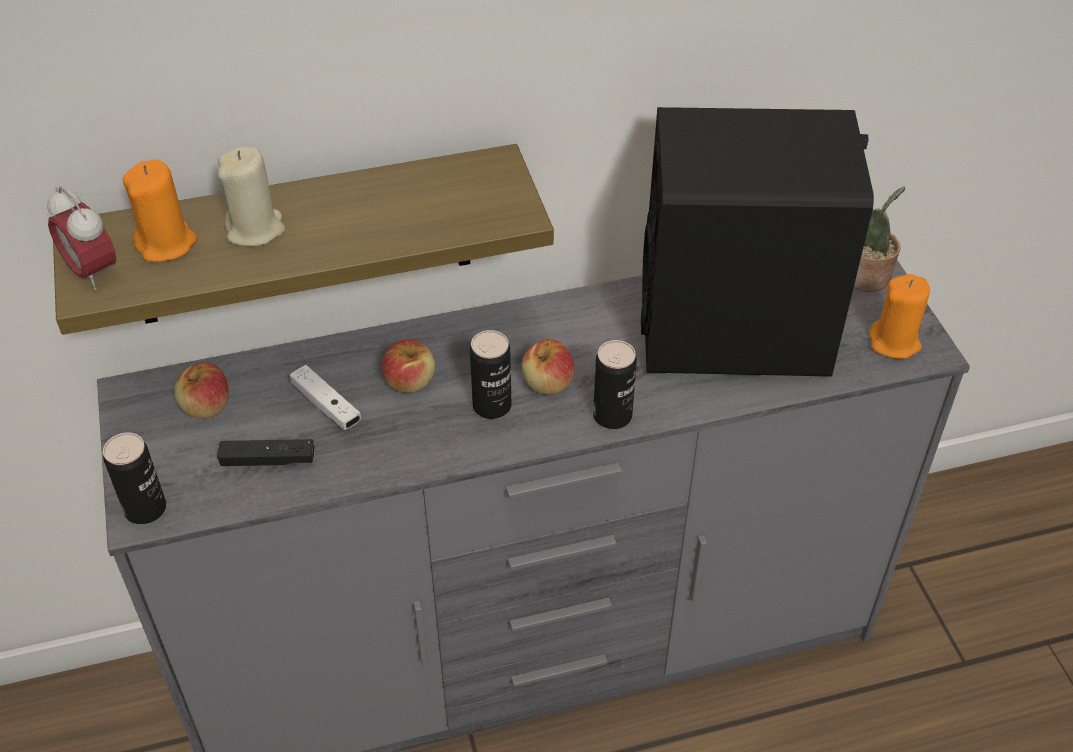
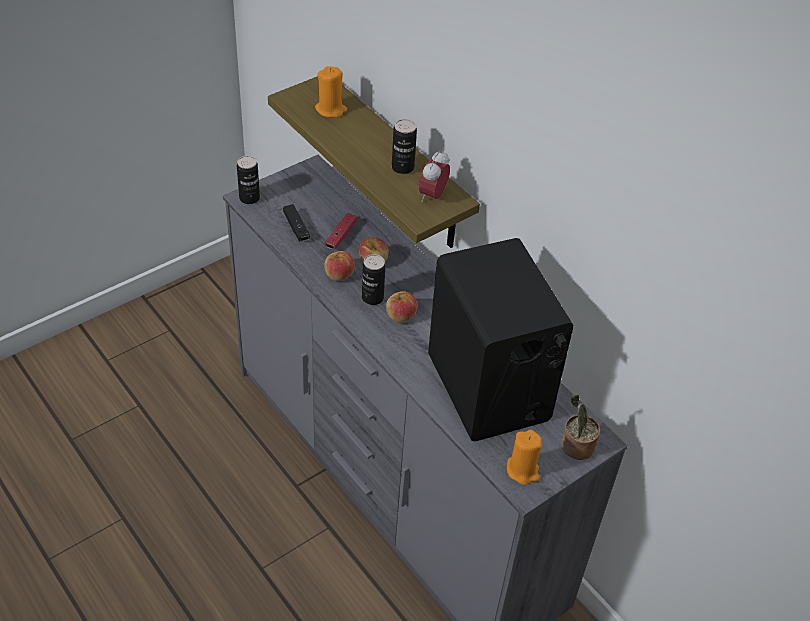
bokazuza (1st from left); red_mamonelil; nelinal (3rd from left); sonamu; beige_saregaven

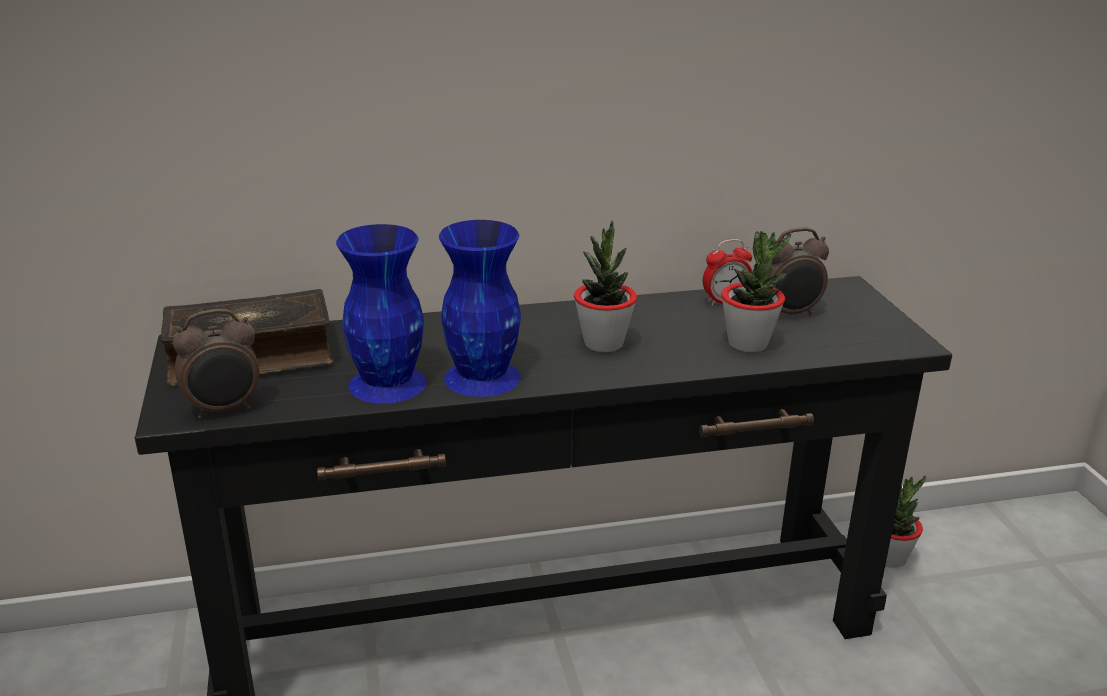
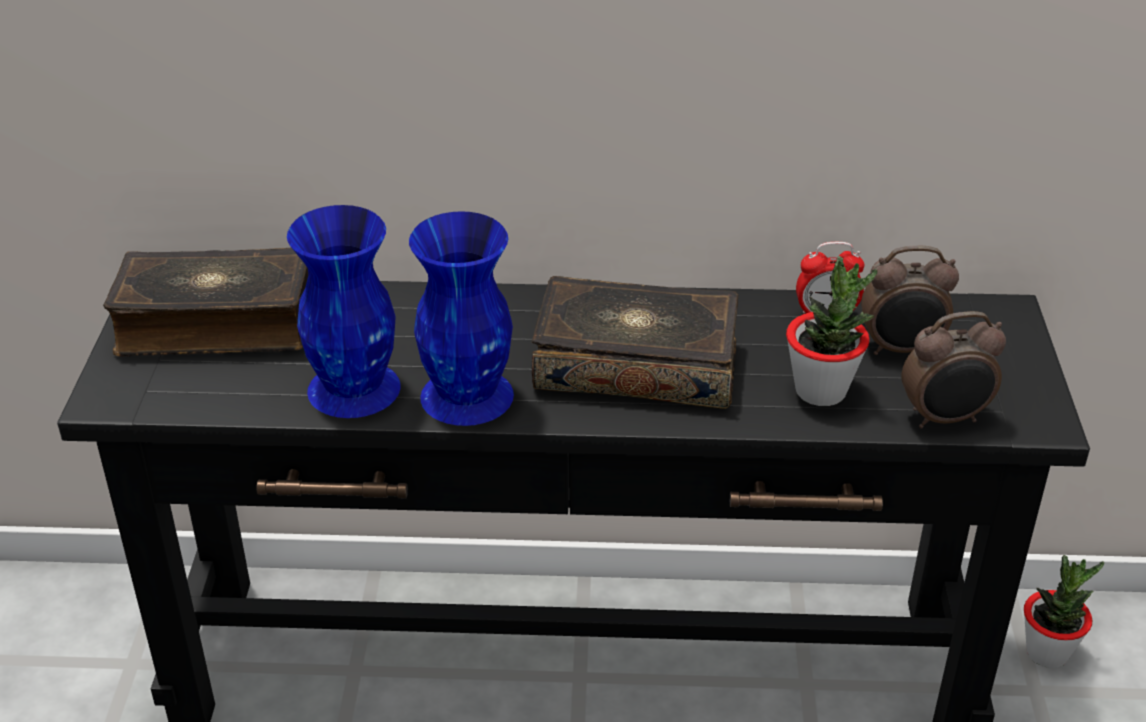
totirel (2nd from left); sonamu (3rd from left)

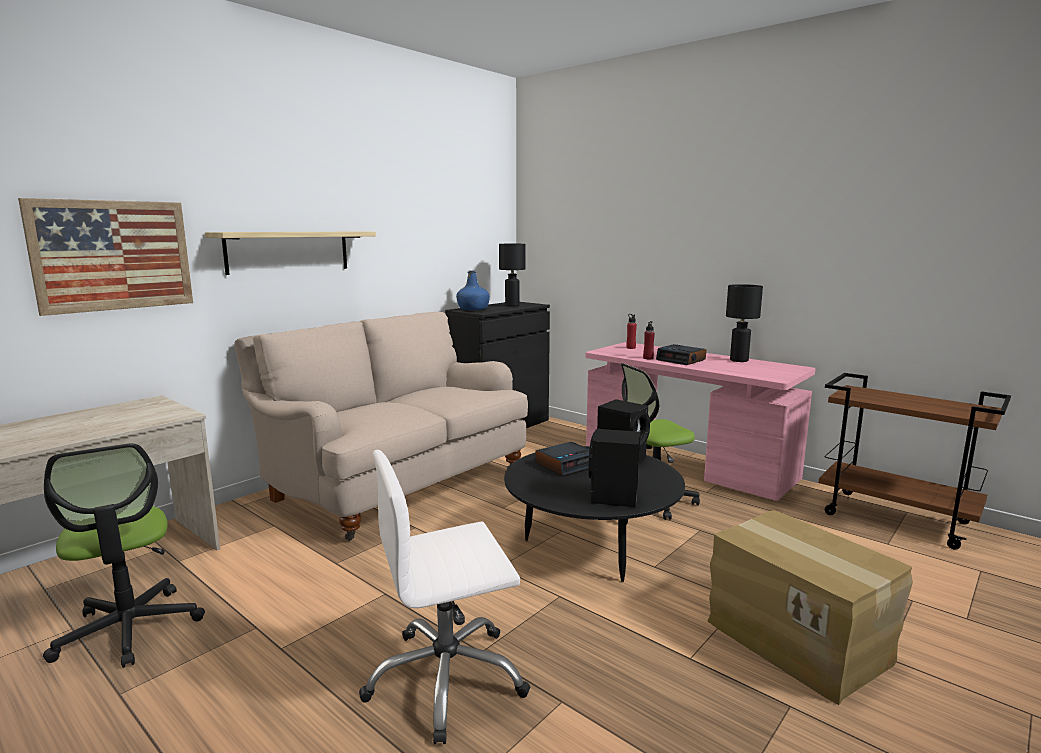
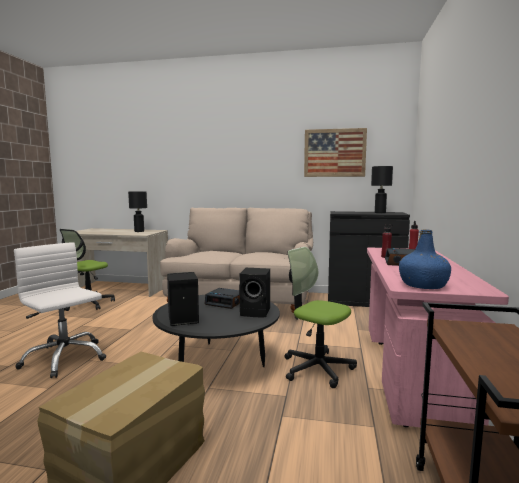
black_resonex (1st from left); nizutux; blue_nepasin; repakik

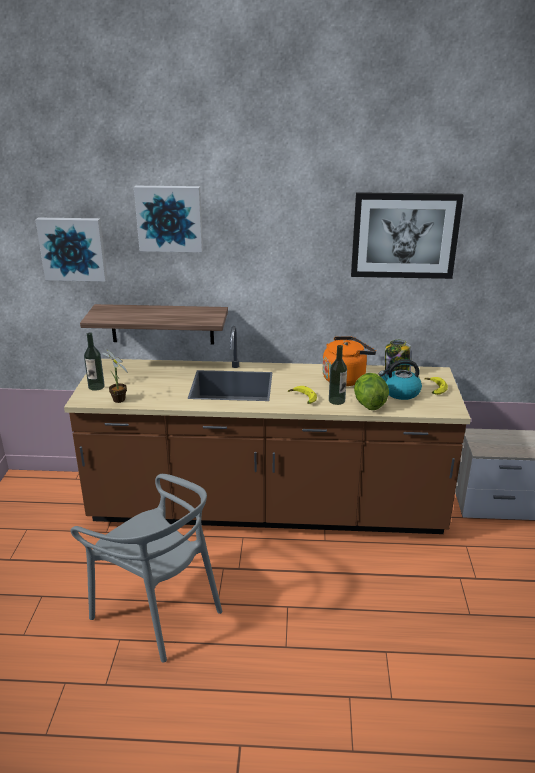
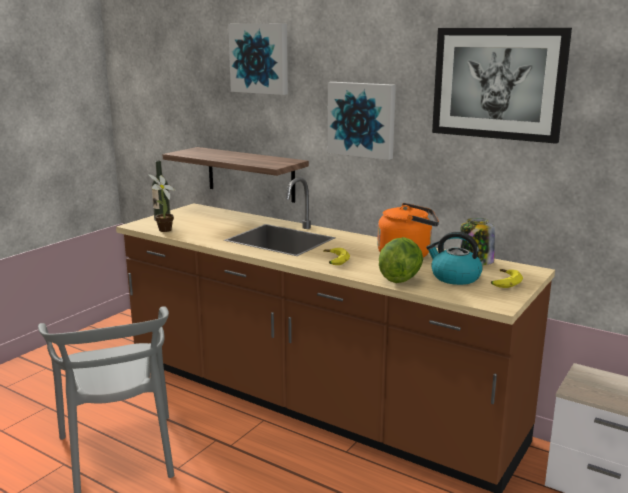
nizutux (2nd from left); nepasin (2nd from left in the first image)

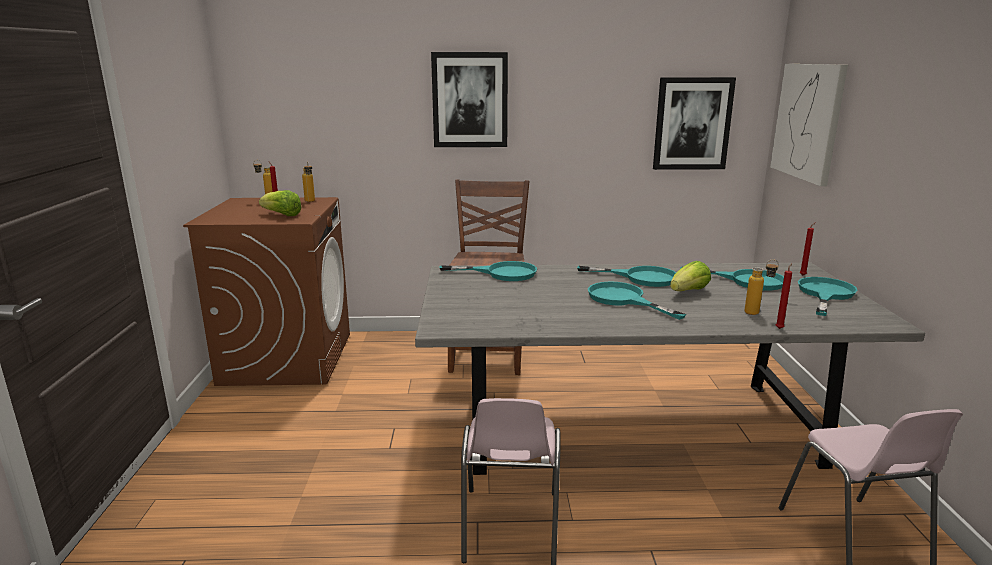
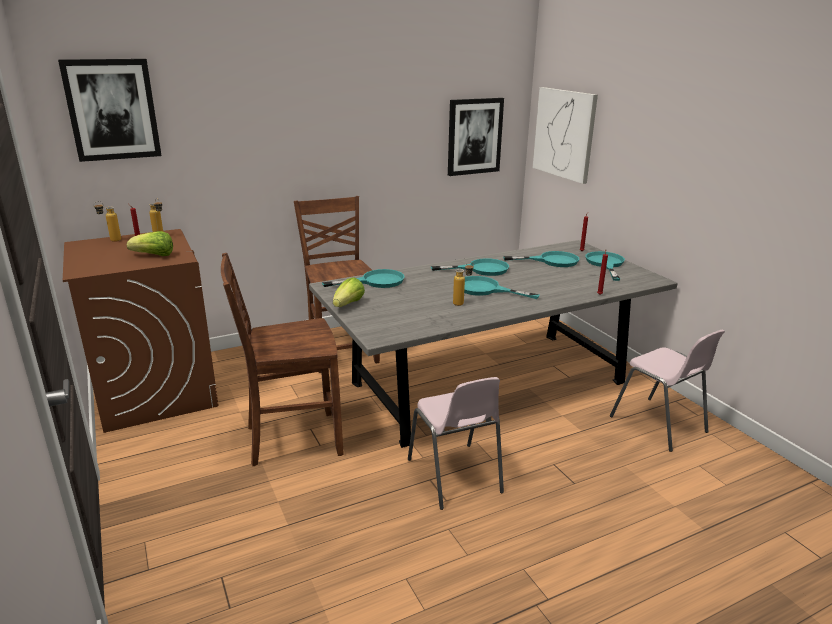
nizutux (1st from left); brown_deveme (1st from left); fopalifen (2nd from left); nepasin (3rd from left)

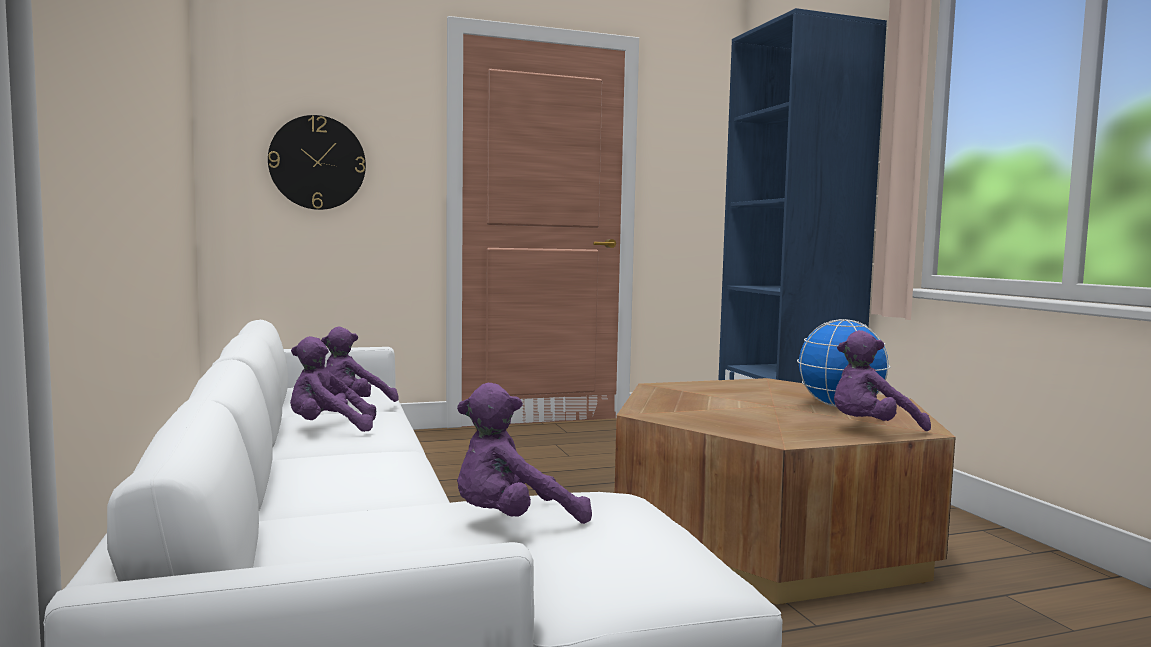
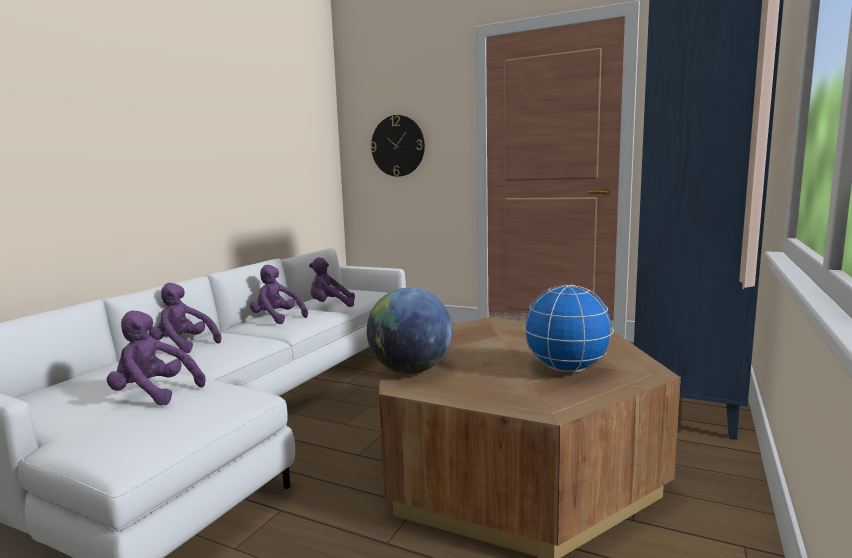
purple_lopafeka (2nd from left); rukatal (1st from left)

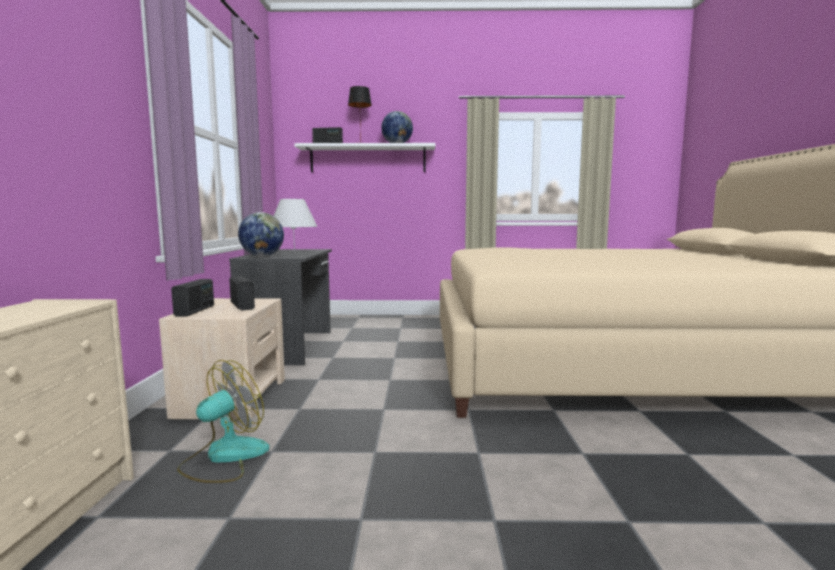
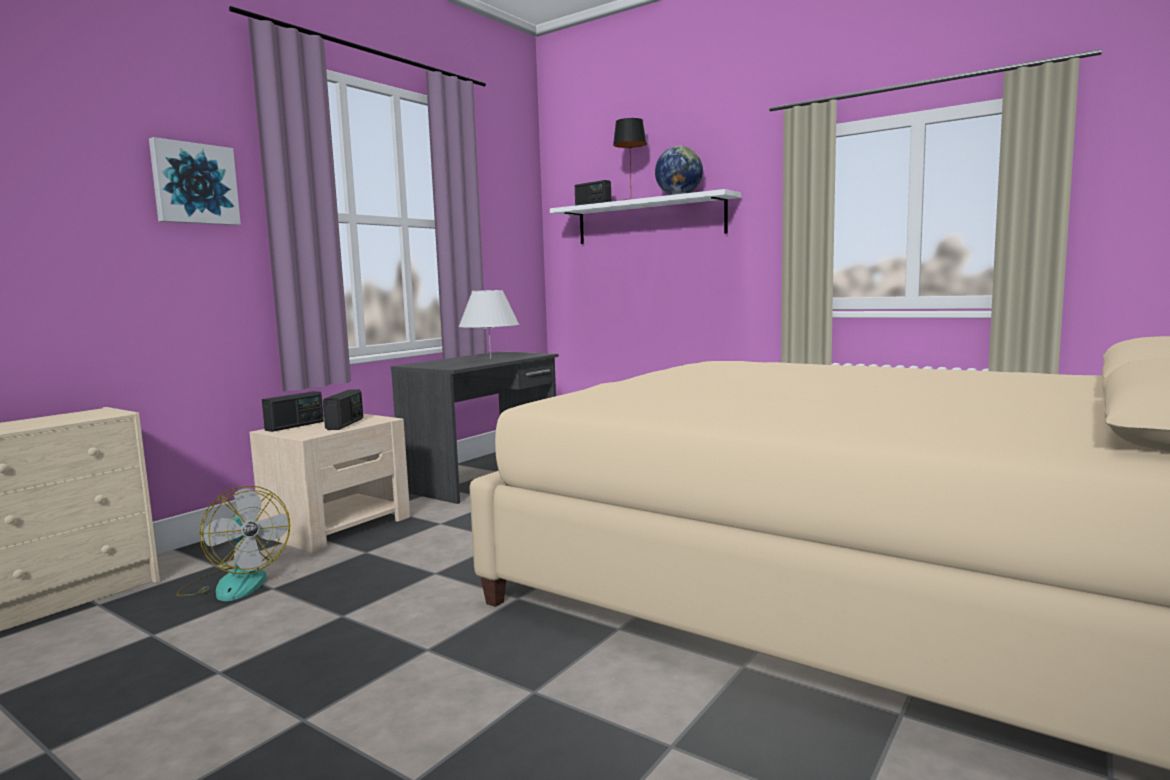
nizutux; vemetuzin; rukatal (1st from left in the first image)

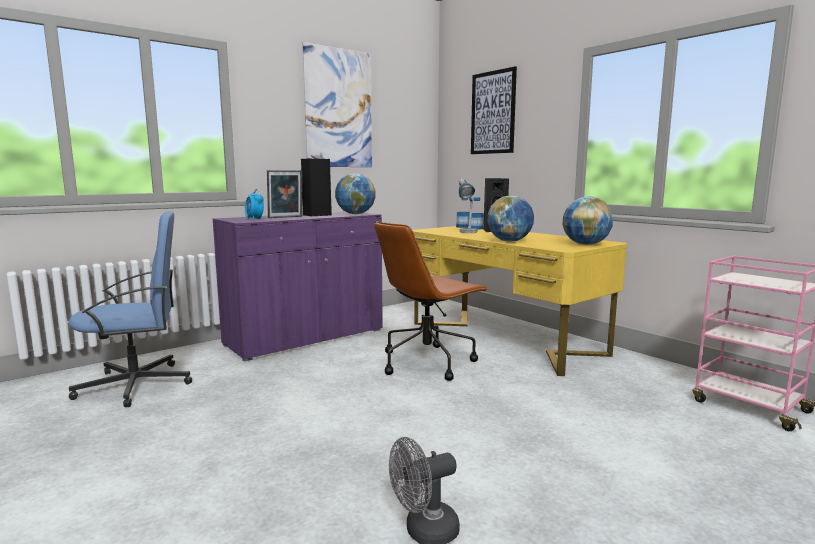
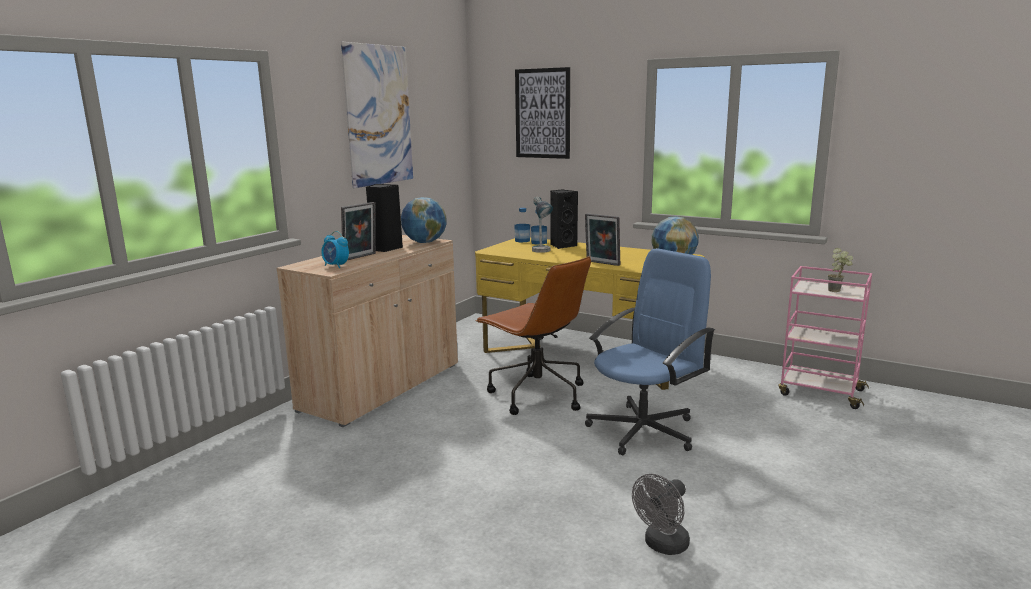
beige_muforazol; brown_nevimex; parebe (2nd from left); blue_nevimex; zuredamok

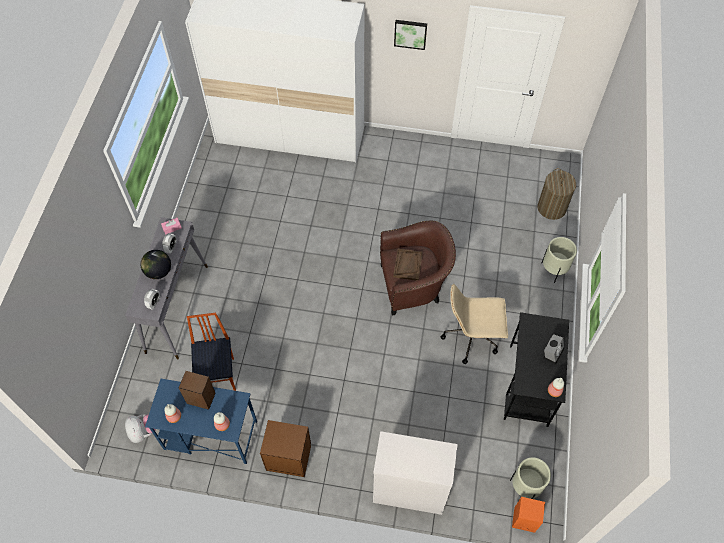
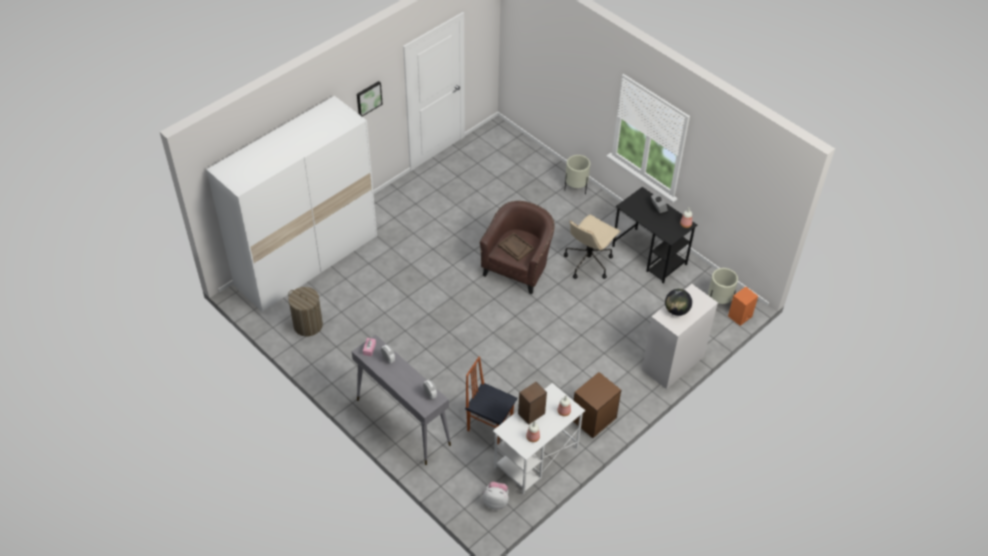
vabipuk; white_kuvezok; rukatal

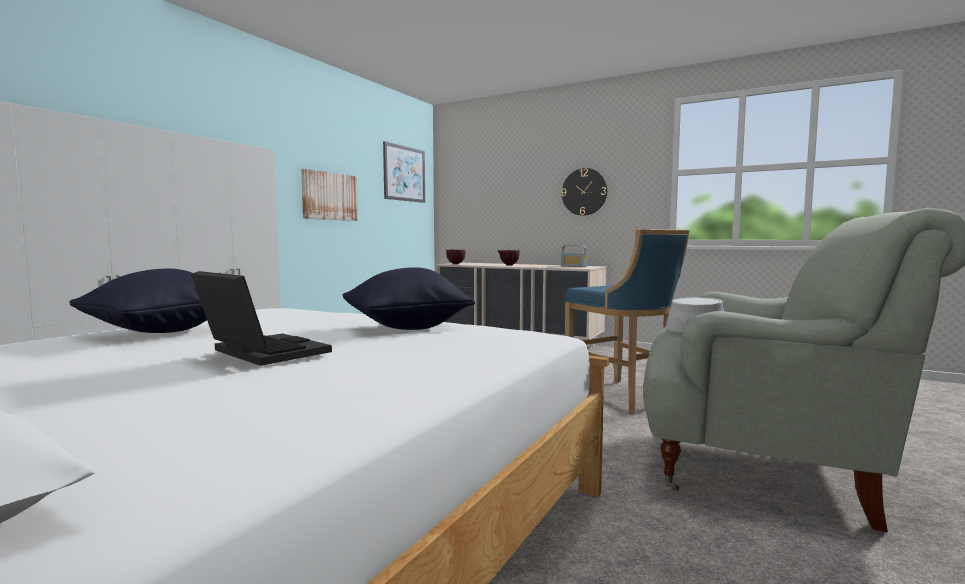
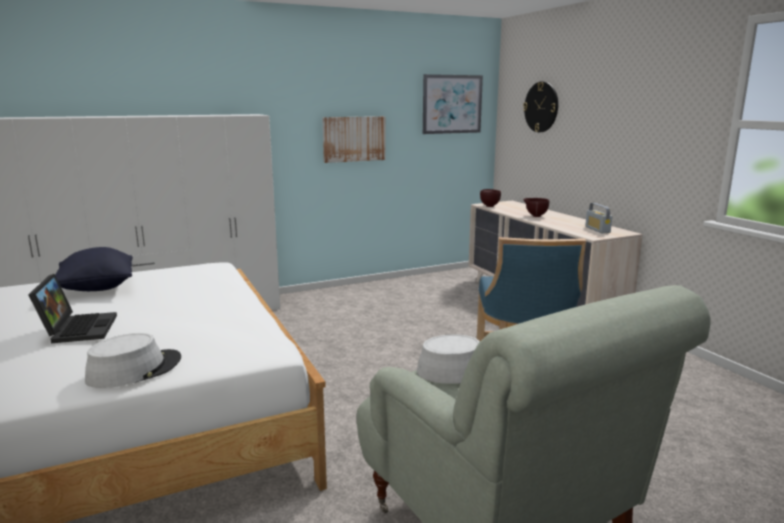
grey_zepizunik (1st from left); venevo; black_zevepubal (2nd from left in the first image)

